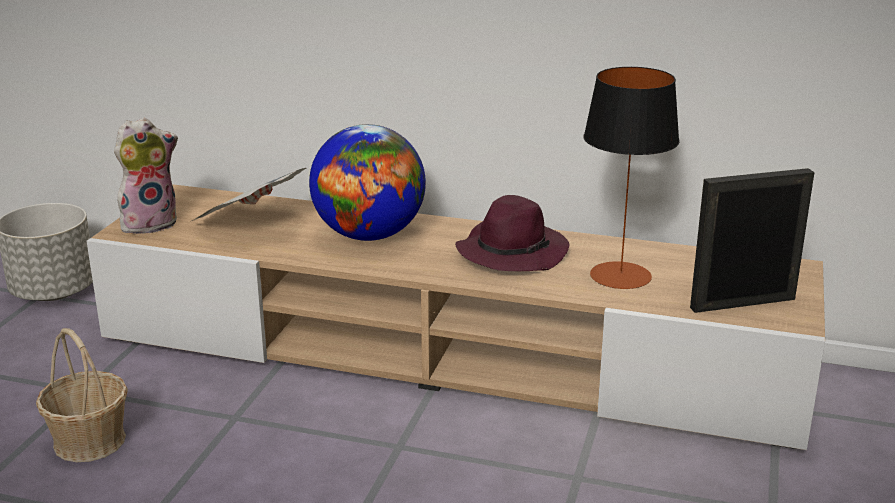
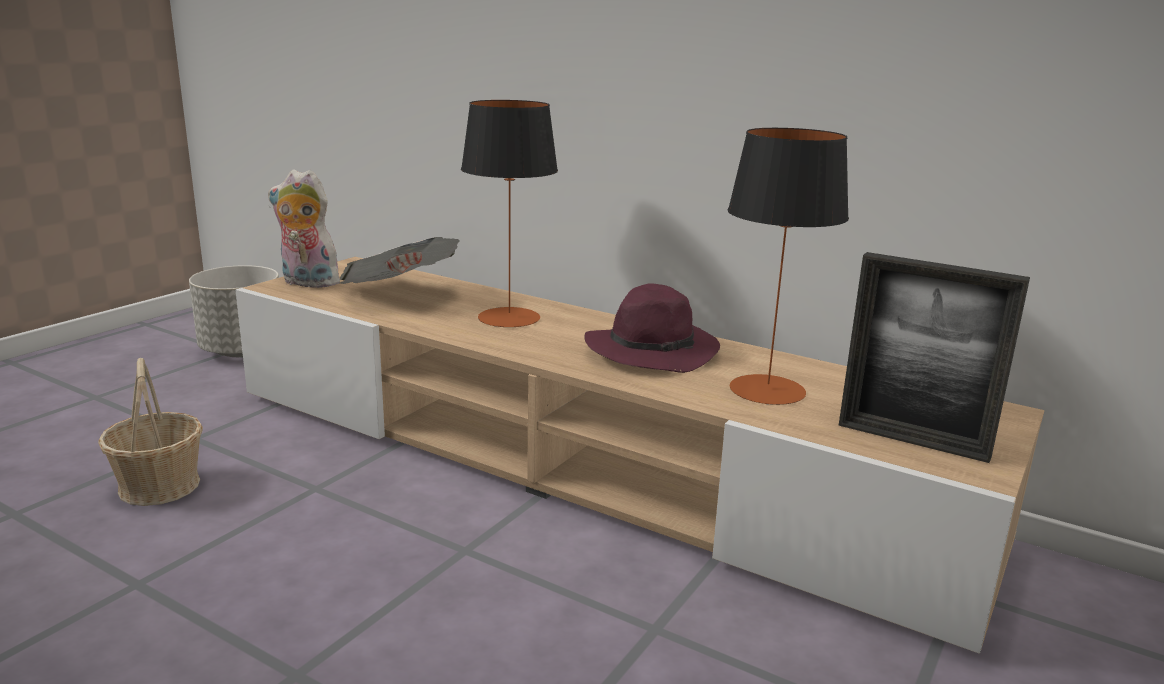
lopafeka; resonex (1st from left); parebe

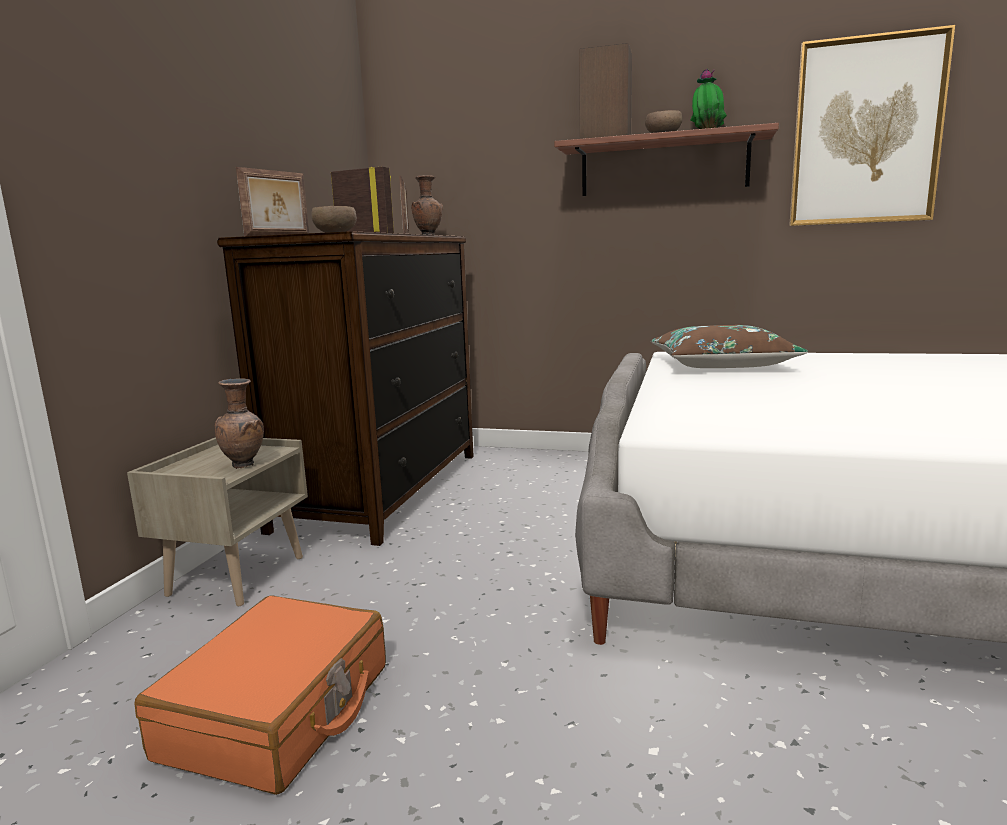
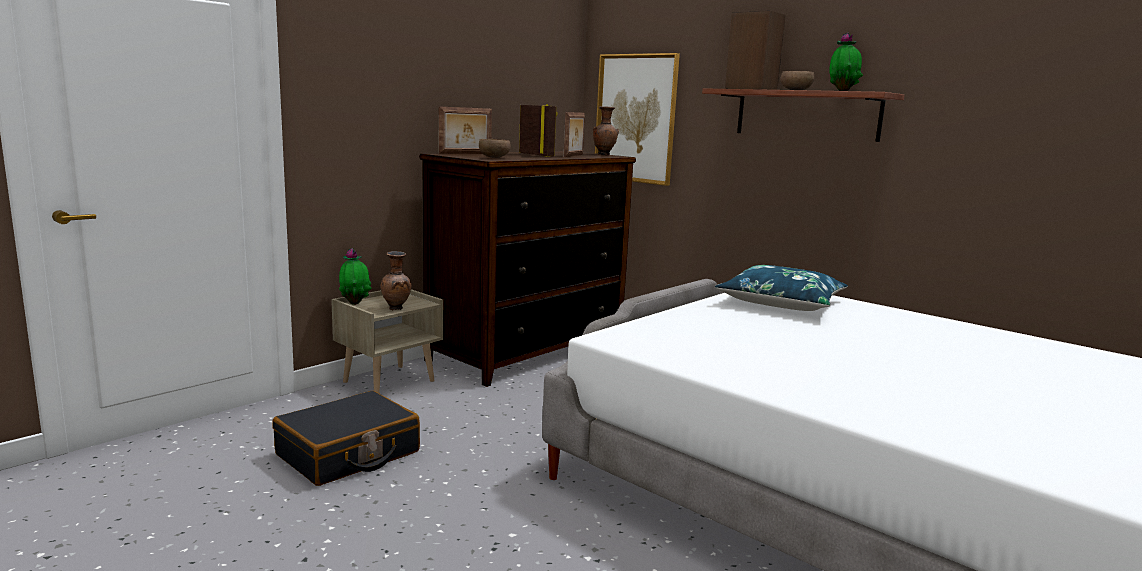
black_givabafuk; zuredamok (1st from left); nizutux; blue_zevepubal

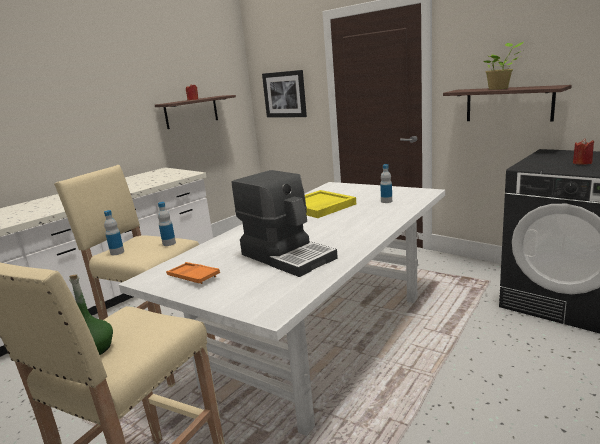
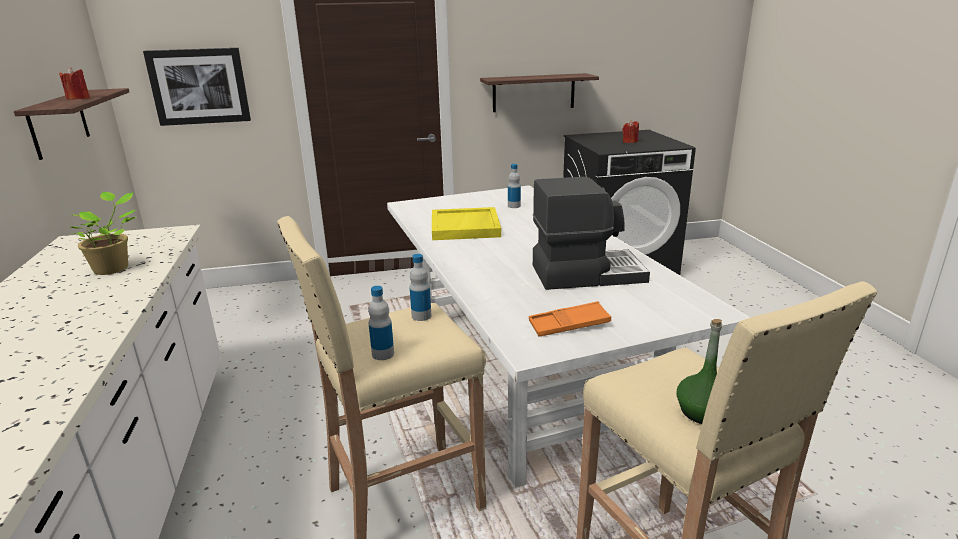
zuredamok

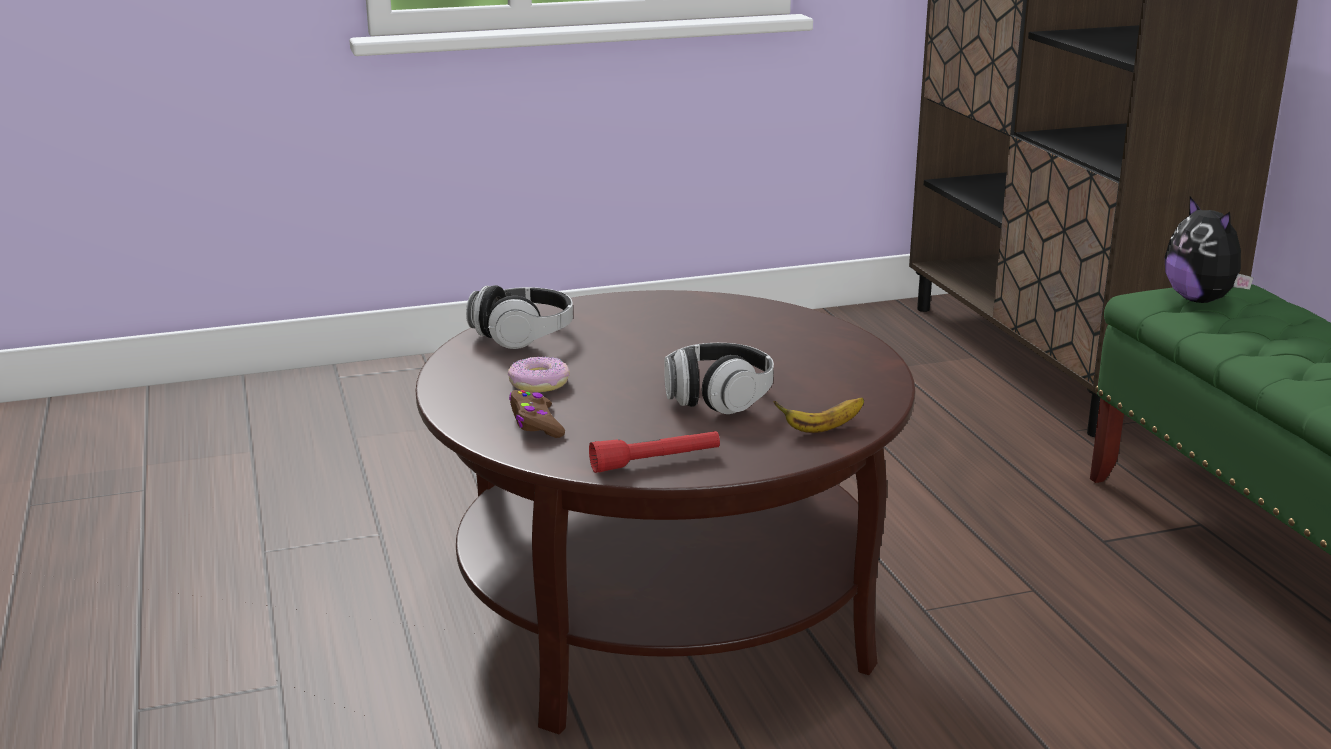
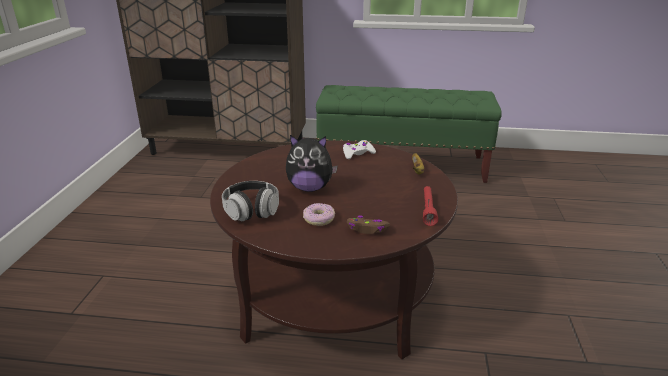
lopafeka; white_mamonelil; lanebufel (2nd from left in the first image)

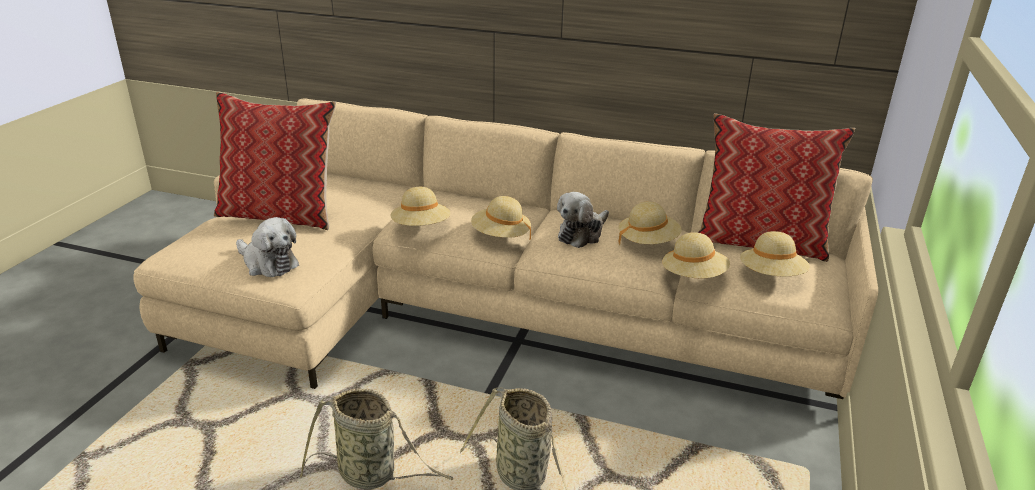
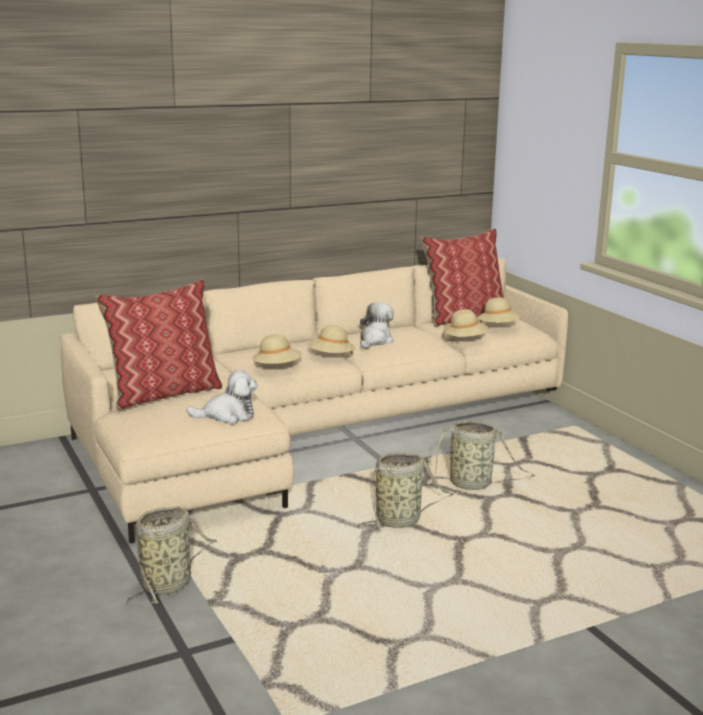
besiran (1st from left); lopafeka (2nd from left); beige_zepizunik (3rd from left in the first image)

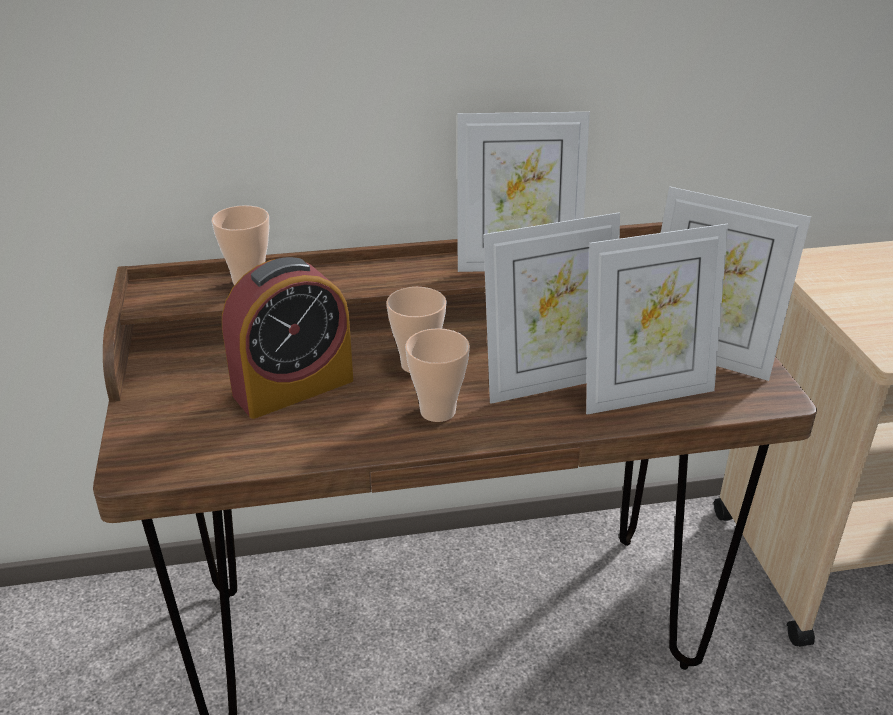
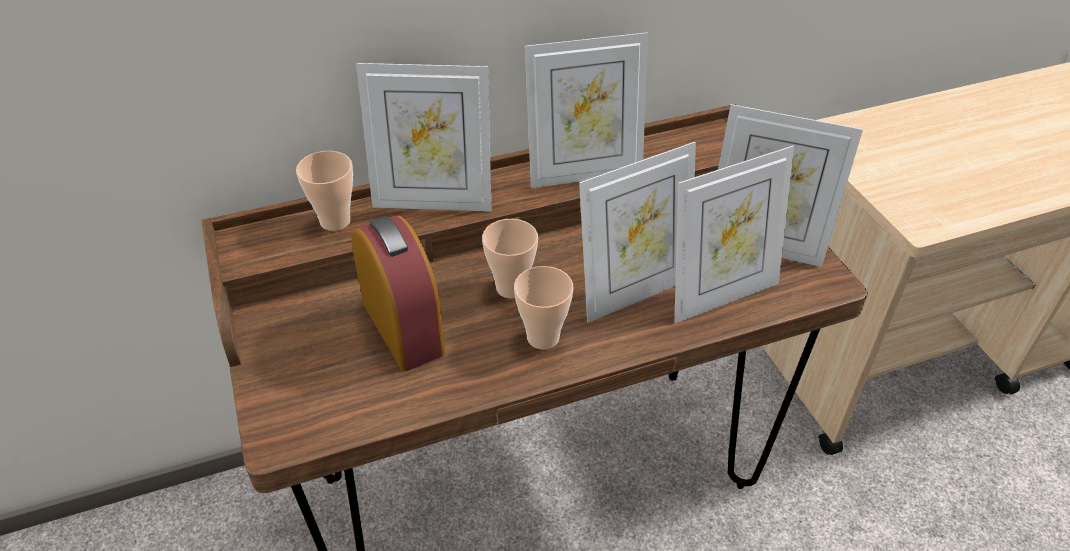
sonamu; parebe (1st from left)

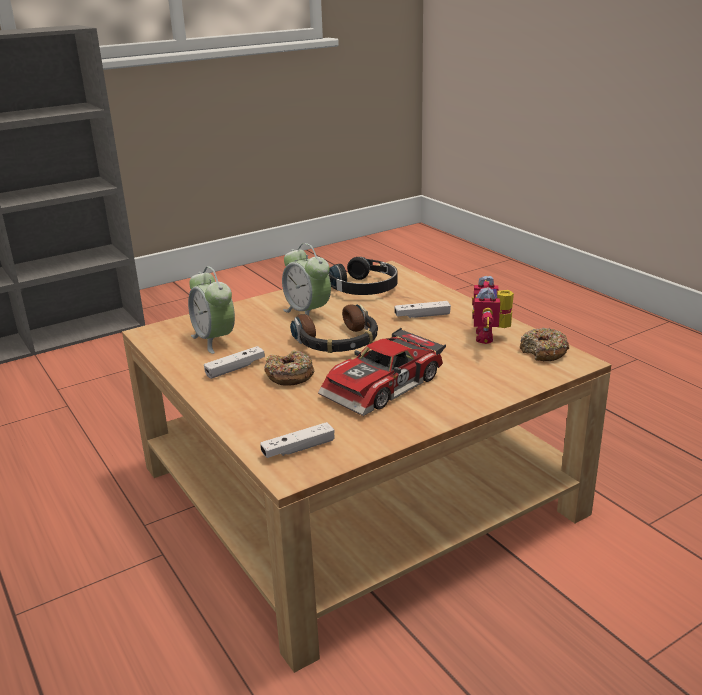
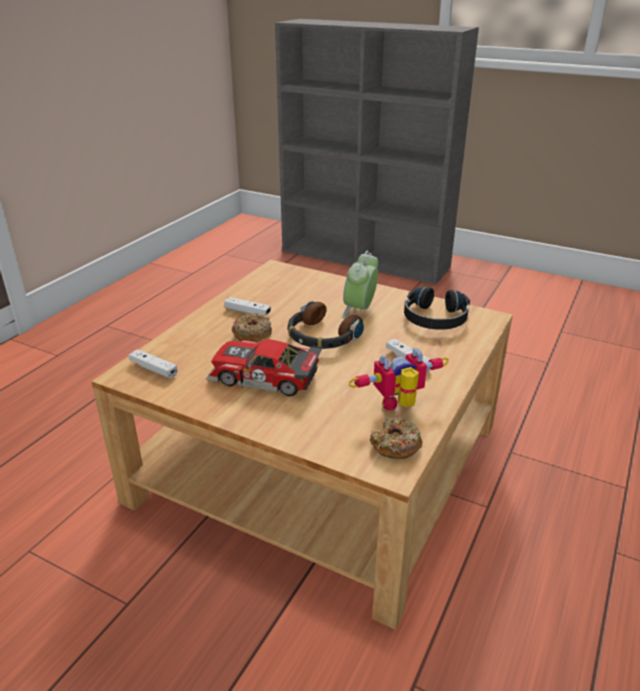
sonamu (1st from left in the first image)

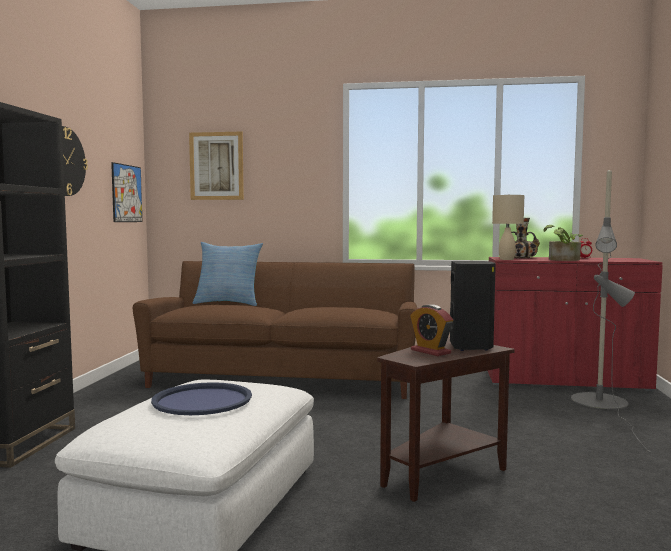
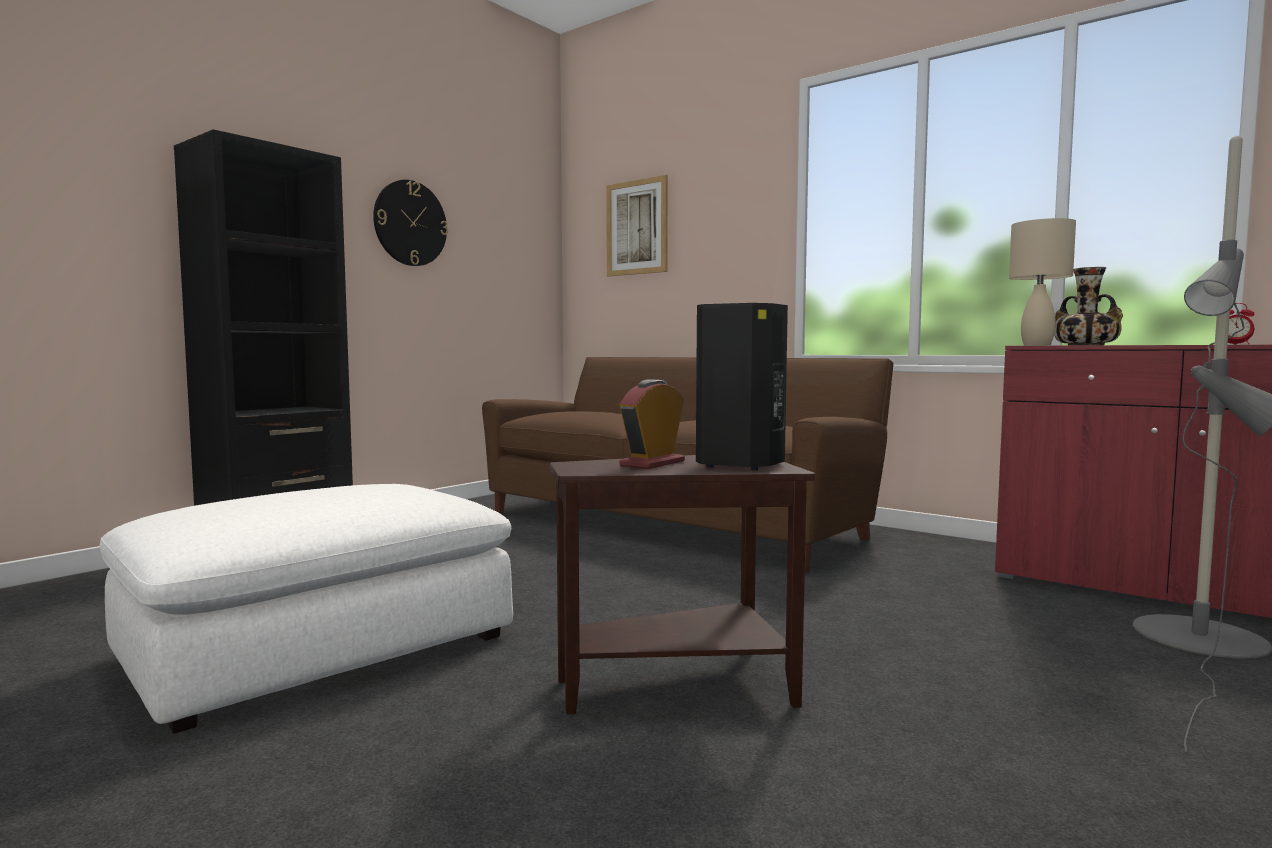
sonamu (1st from left); nizutux (1st from left in the first image); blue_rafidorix; zevepubal; zuredamok

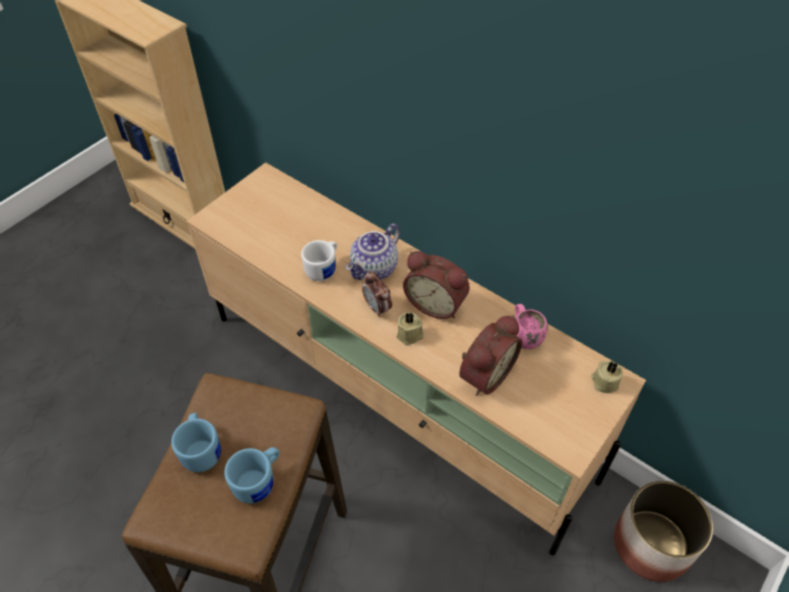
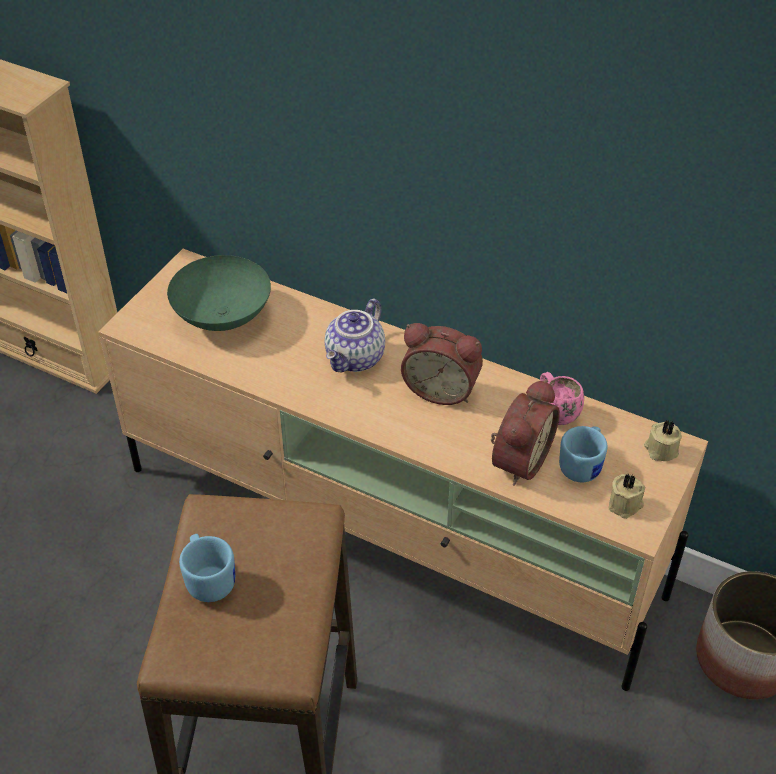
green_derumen; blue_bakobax (2nd from left); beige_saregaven (1st from left); white_bakobax; sonamu (1st from left in the first image)

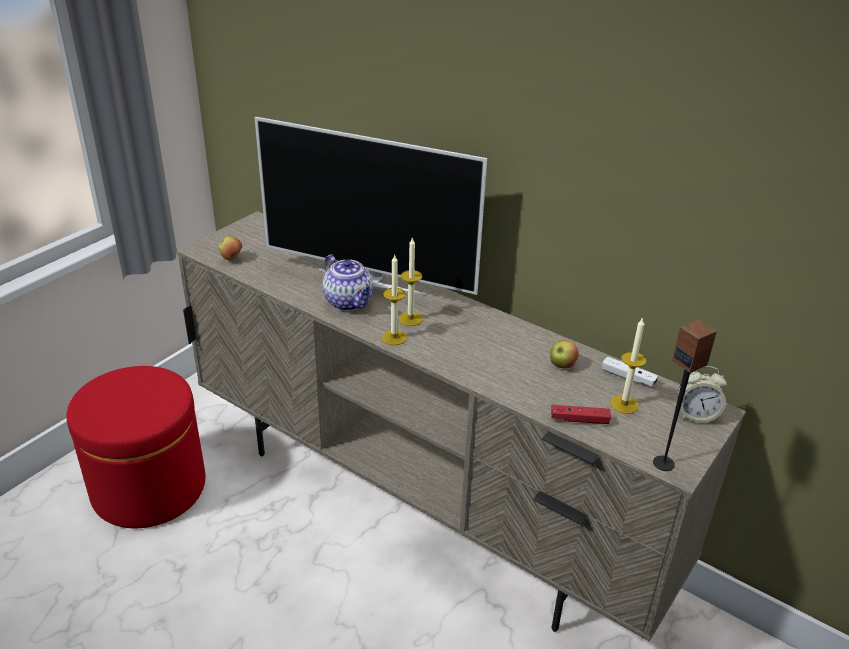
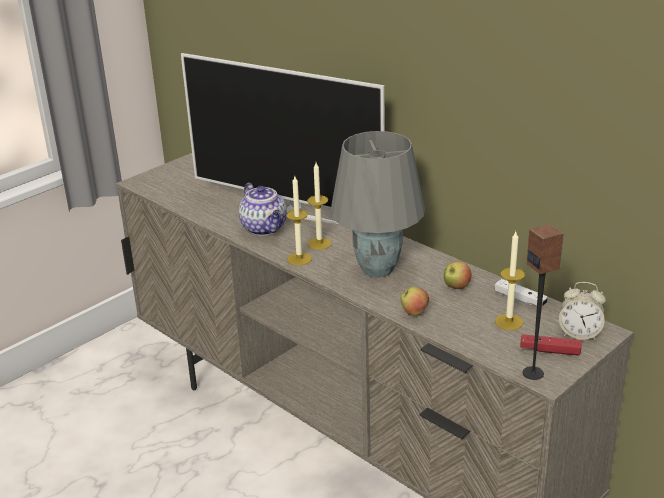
grey_resonex; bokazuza (1st from left); red_mamonelil; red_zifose

